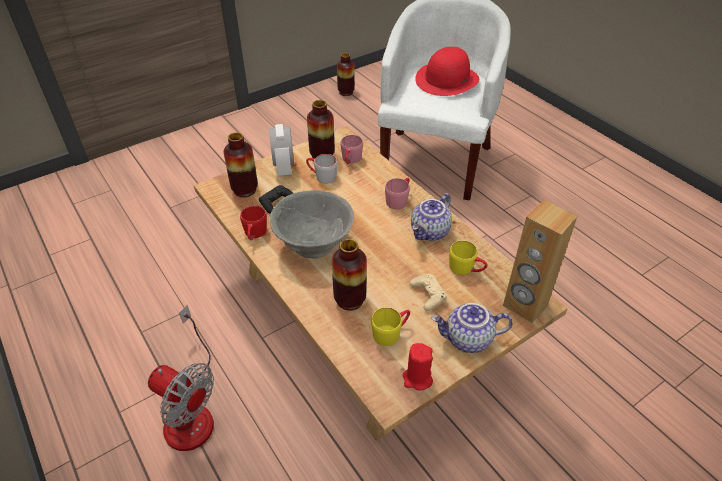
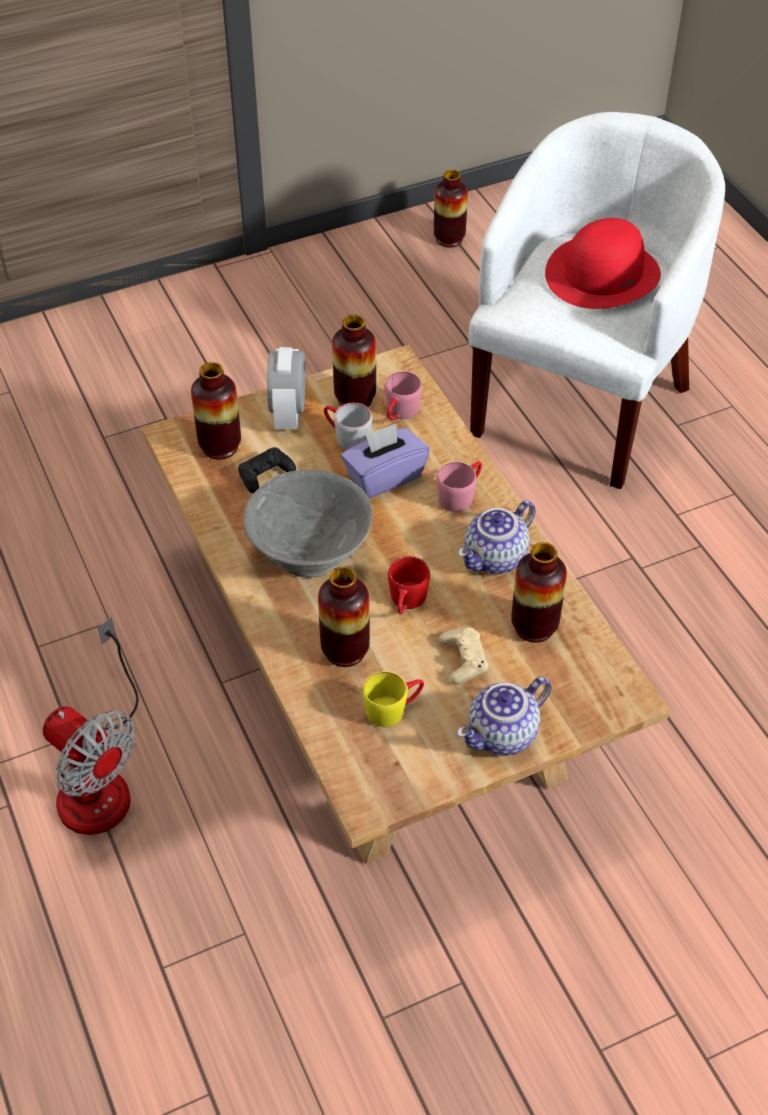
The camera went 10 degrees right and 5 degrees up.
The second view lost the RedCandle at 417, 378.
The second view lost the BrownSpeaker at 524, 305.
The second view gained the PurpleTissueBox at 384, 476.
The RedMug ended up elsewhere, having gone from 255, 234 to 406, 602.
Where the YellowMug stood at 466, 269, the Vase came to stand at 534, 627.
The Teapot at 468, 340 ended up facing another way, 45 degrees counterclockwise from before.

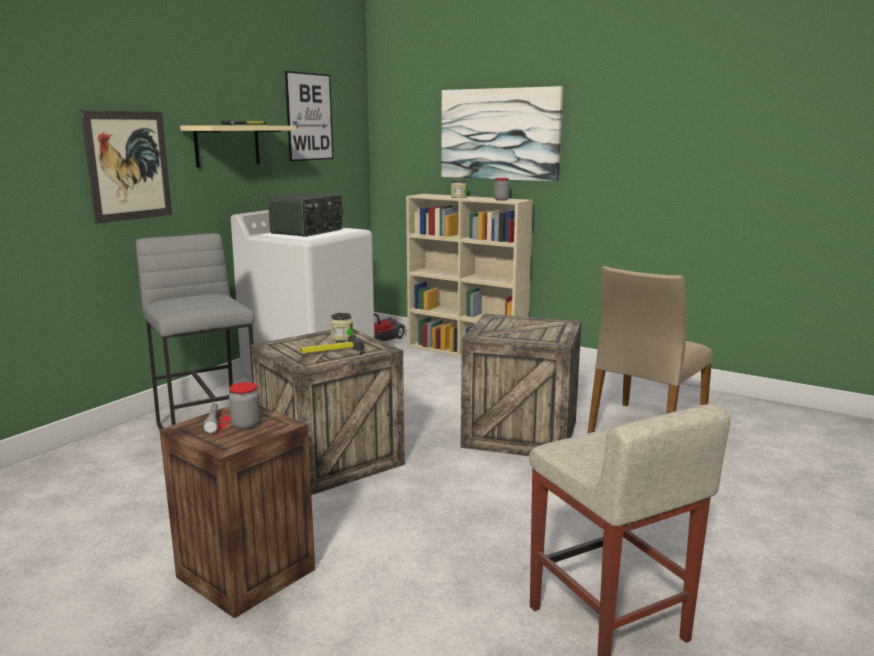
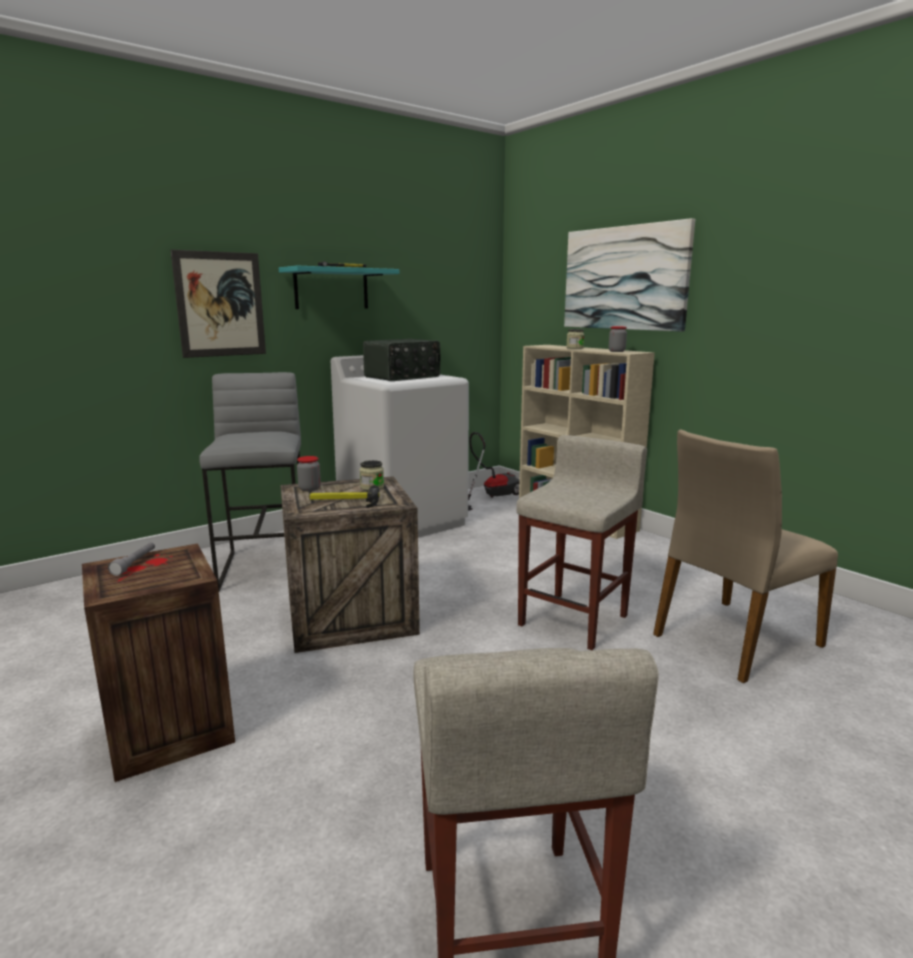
The camera went 20 degrees right and 0 degrees up.
The second view lost the Picture at 309, 117.
The Jar ended up elsewhere, having gone from 246, 425 to 309, 489.
Where the Crate stood at 522, 433, the BeigeStool came to stand at 574, 619.
What was the BeigeShelf at 227, 145 turned into the TurquoiseShelf at 331, 289.

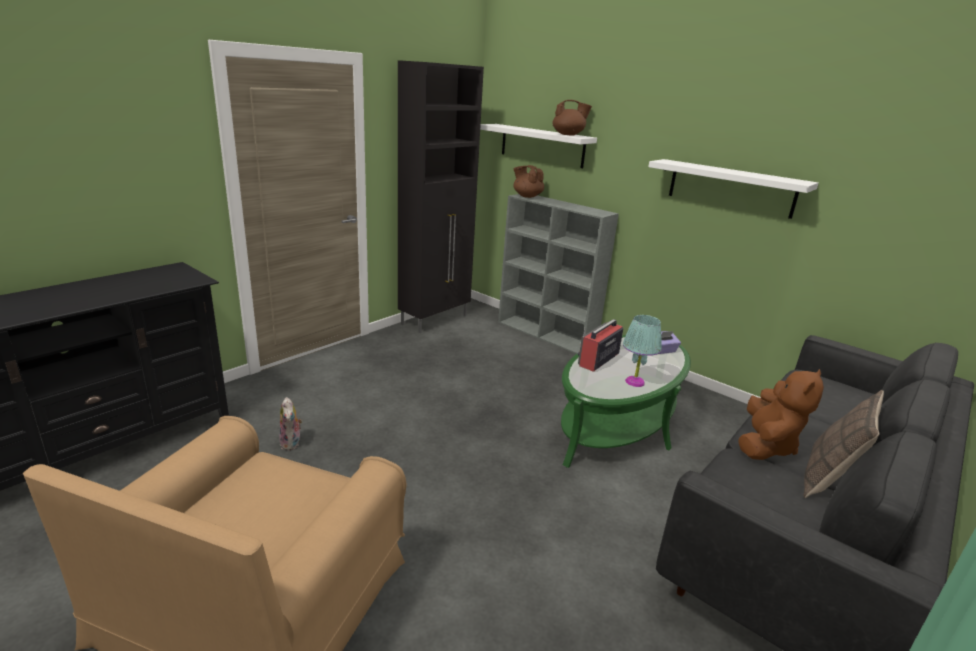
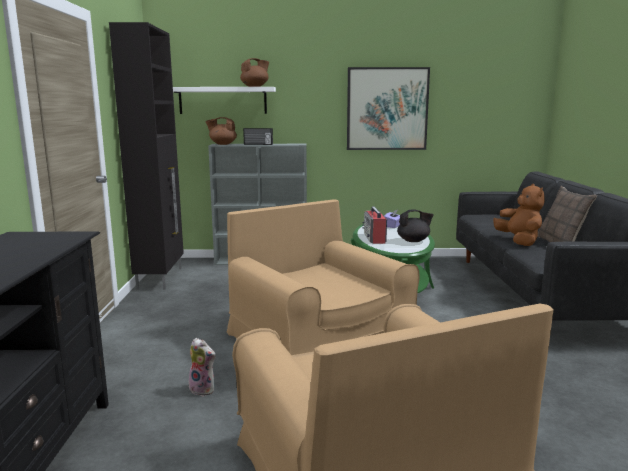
The camera went 40 degrees left and 10 degrees down.
The second view gained the BrownArmchair at 318, 338.
The second view gained the Radio at 258, 144.
Where the TurquoiseTableLamp stood at 635, 382, the BlackTeapot came to stand at 414, 241.
Where the WhiteShelf hung at 731, 188, the Picture came to hang at 387, 109.

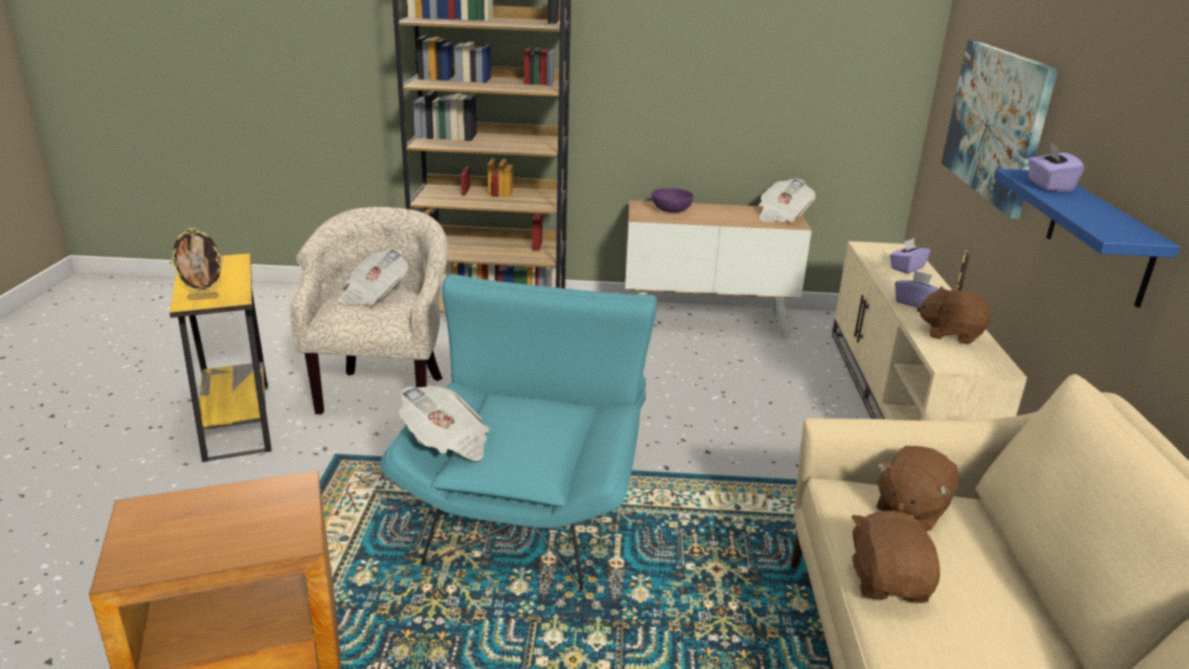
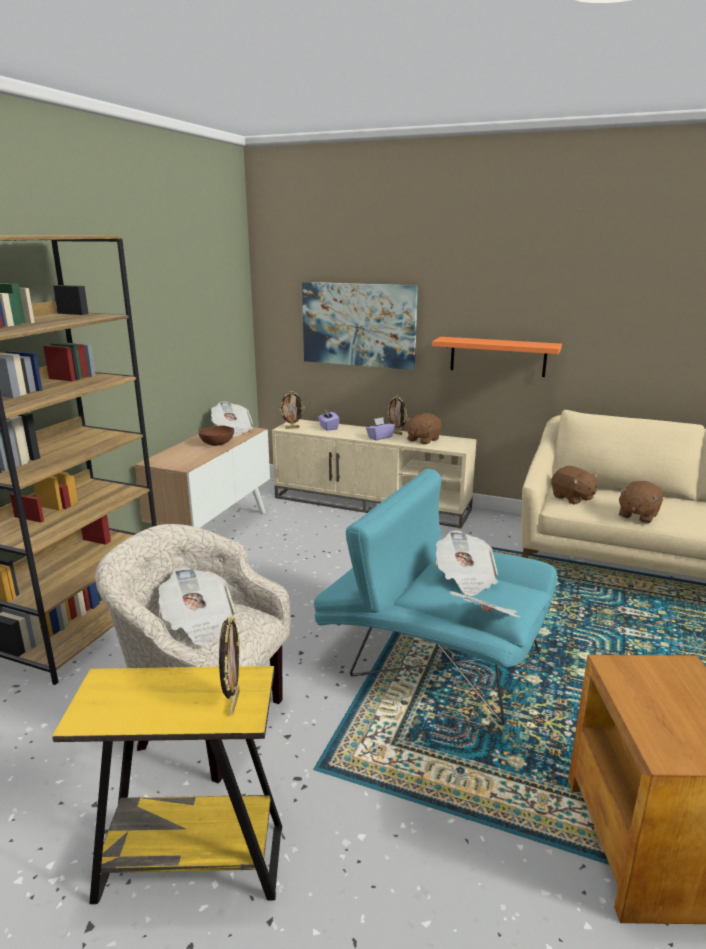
The camera went 70 degrees left and 5 degrees down.
The second view lost the PurpleBowl at 671, 210.
The second view lost the PurpleTissueBox at 1048, 186.
The second view gained the BrownBowl at 217, 443.
The second view gained the PictureFrame at 292, 428.
The second view gained the Newspaper at 465, 578.
What was the BlueShelf at 1099, 236 turned into the OrangeShelf at 497, 356.
The BrownPlushToy at 889, 583 ended up facing another way, 75 degrees counterclockwise from before.

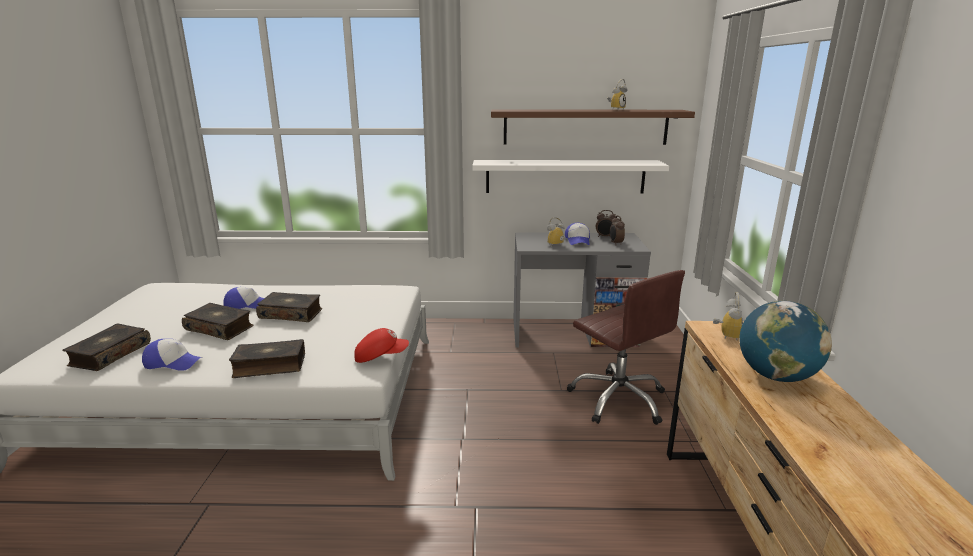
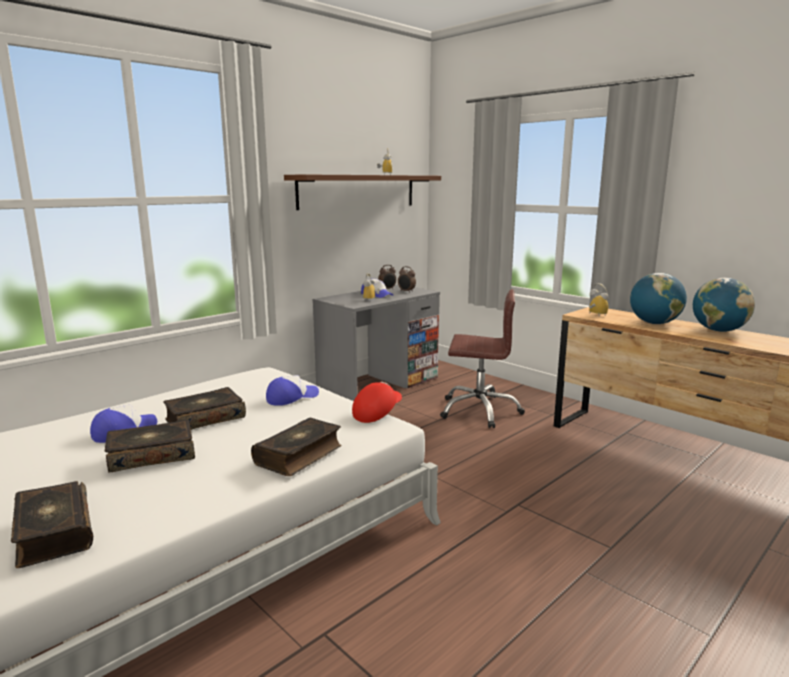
The camera went 45 degrees left and 5 degrees down.
The second view lost the WhiteShelf at 565, 176.
The second view gained the Globe at 718, 330.
The Cap ended up elsewhere, having gone from 173, 362 to 292, 397.

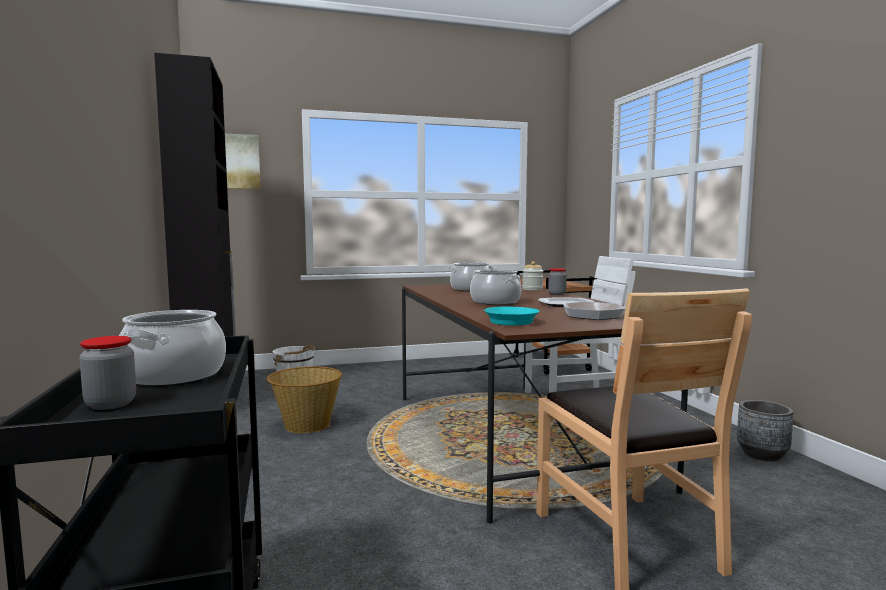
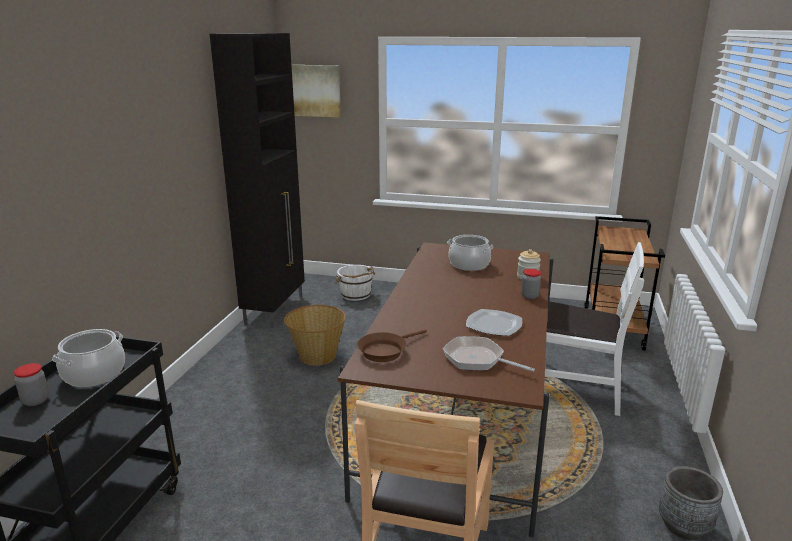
The camera went 30 degrees right and 15 degrees up.
The second view lost the CookingPot at 495, 302.
What was the TurquoiseFryingPan at 511, 321 turned into the BrownFryingPan at 385, 351.

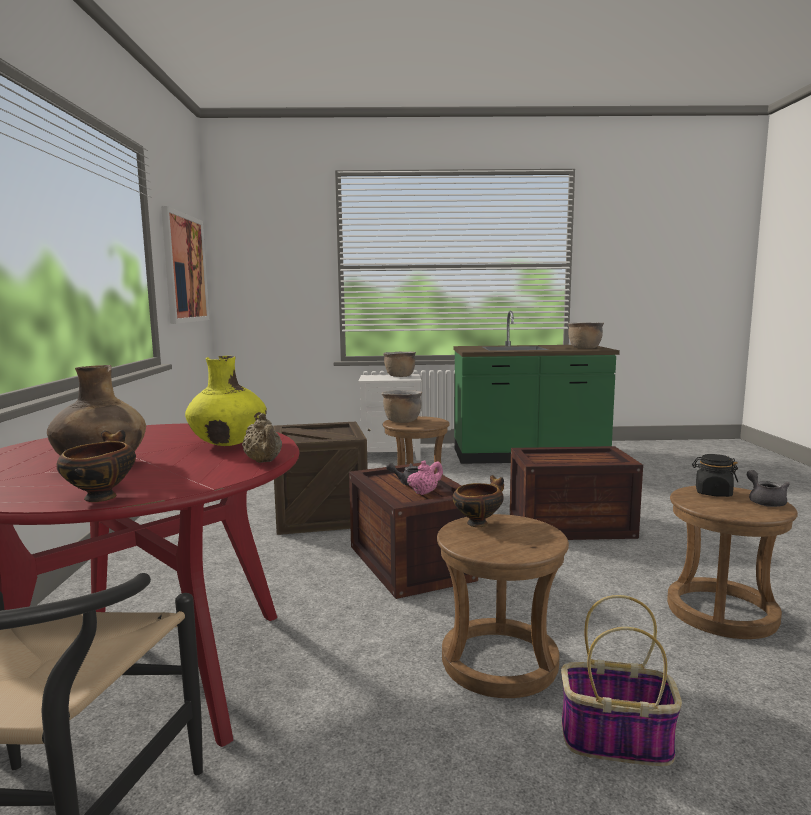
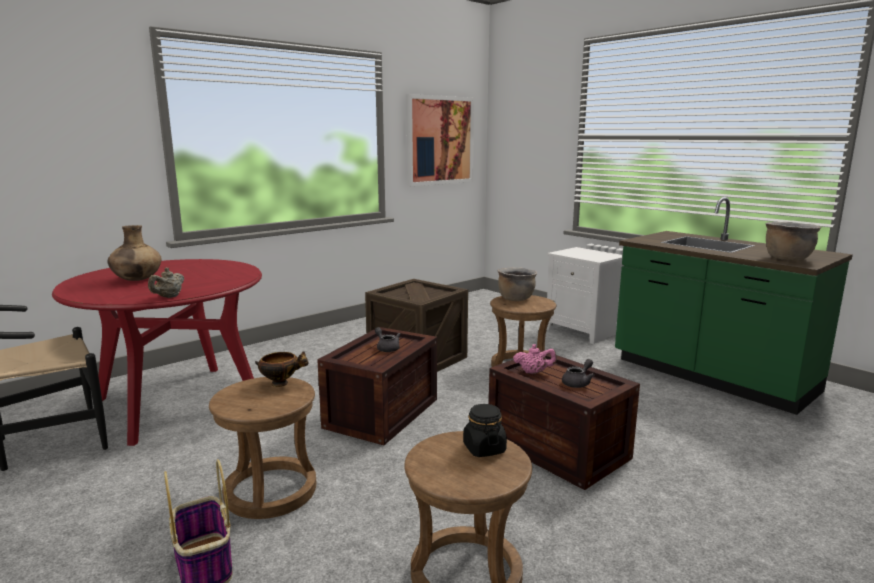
The camera went 50 degrees right and 5 degrees up.
The second view lost the Bowl at 101, 496.
The second view lost the YellowVase at 229, 444.
The second view lost the BrownCookingPot at 399, 376.
The PinkTeapot ended up elsewhere, having gone from 425, 492 to 534, 372.
The GreyTeapot ended up elsewhere, having gone from 765, 501 to 578, 383.

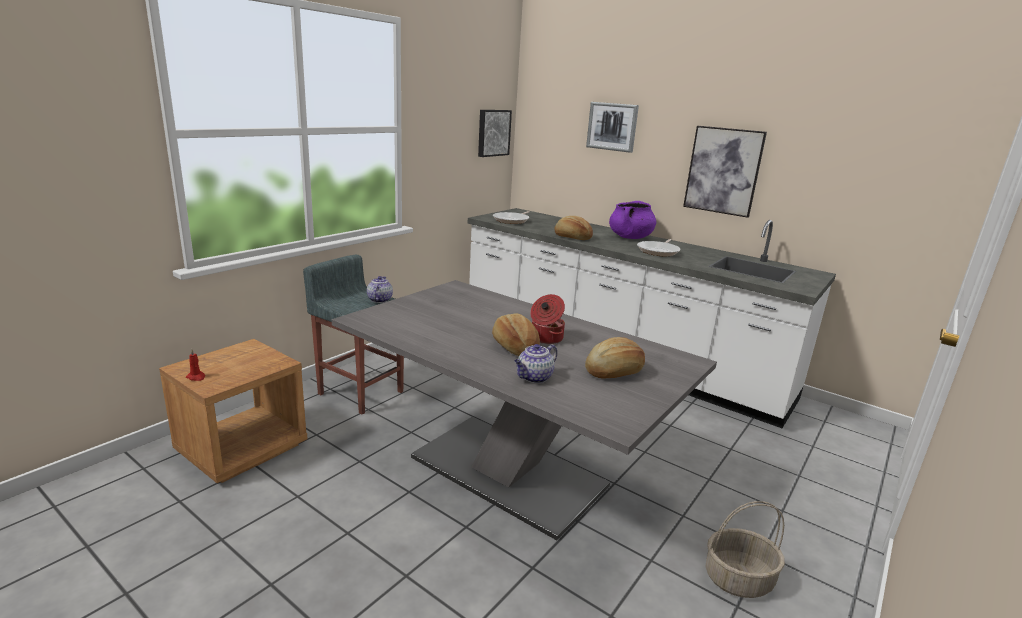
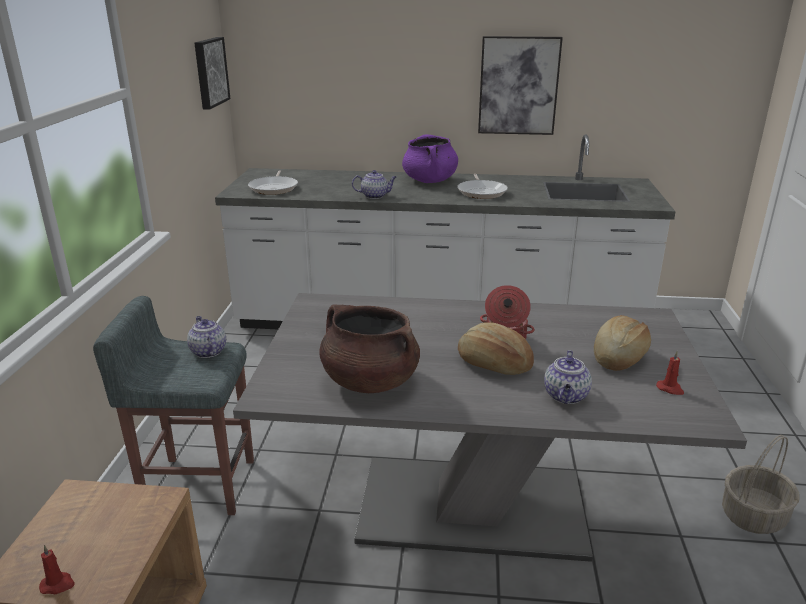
The camera went 30 degrees left and 5 degrees up.
The second view lost the Picture at 612, 126.
The second view gained the BrownCookingPot at 369, 381.
The second view gained the RedCandle at 670, 389.
Where the Bread stood at 572, 237, the Teapot came to stand at 375, 196.

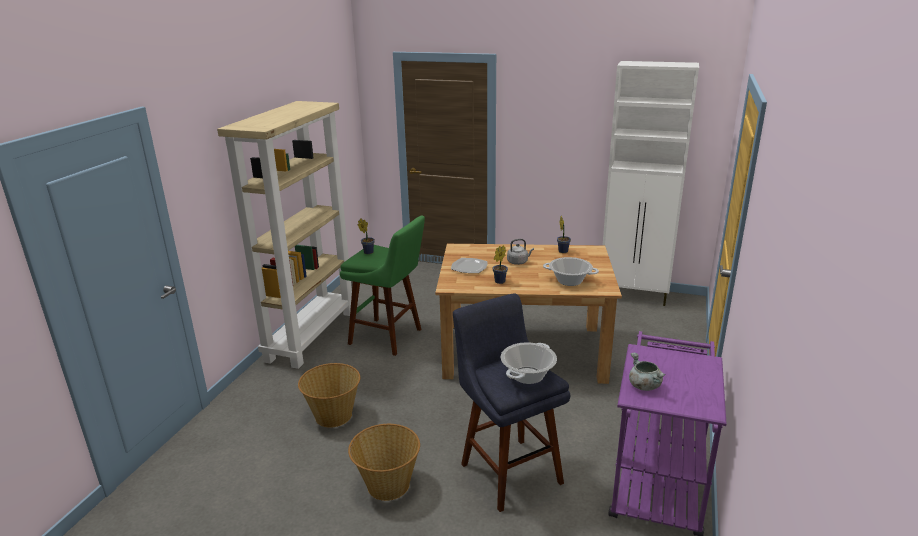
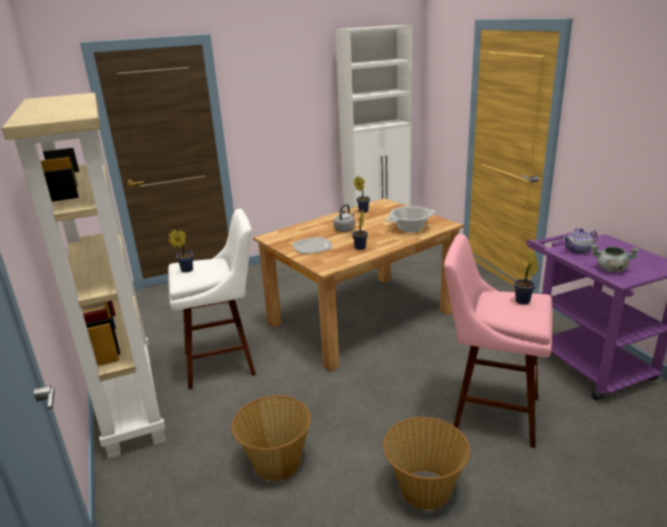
The camera went 40 degrees left and 0 degrees up.
The second view gained the Teapot at 578, 250.
Where the CookingPot stood at 527, 375, the PottedPlant came to stand at 523, 302.
What was the GreenStool at 389, 337 turned into the WhiteStool at 225, 362.
What was the BlueStool at 507, 469 turned into the PinkStool at 489, 412.

